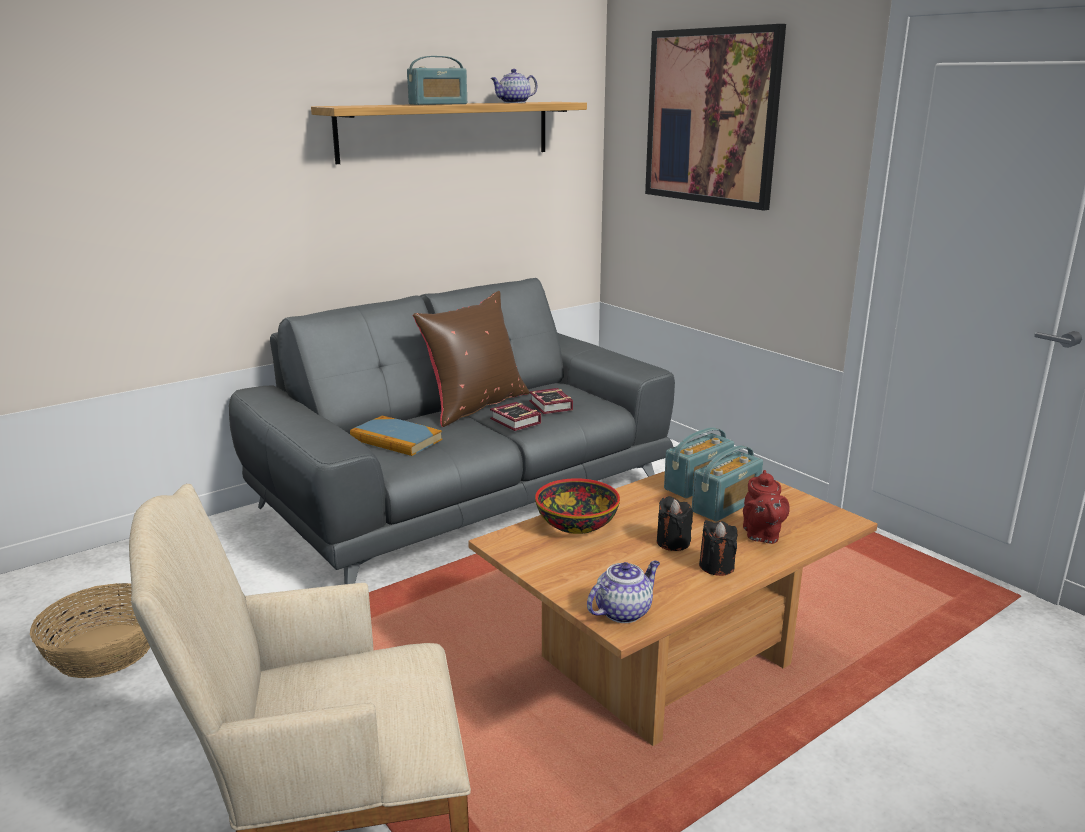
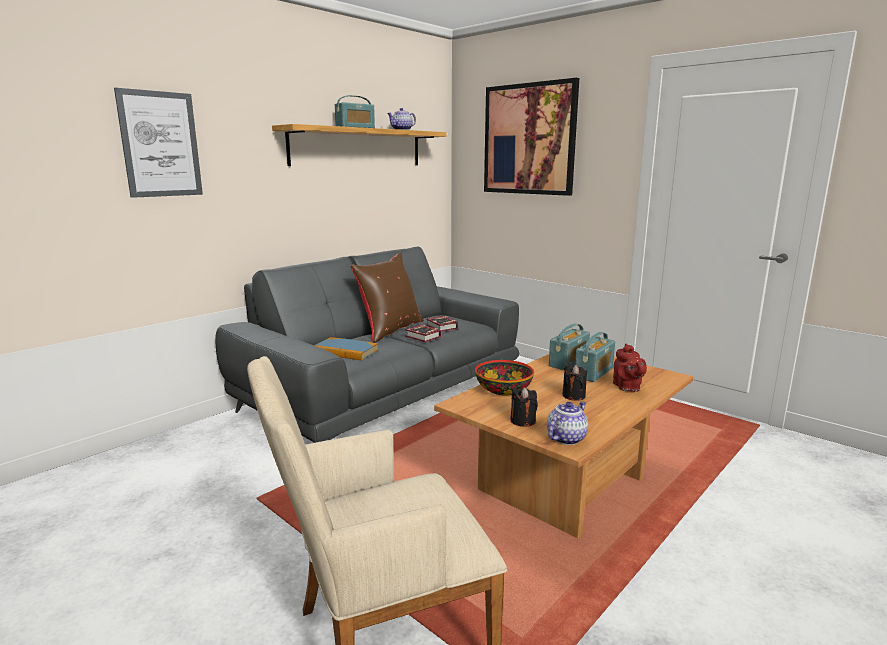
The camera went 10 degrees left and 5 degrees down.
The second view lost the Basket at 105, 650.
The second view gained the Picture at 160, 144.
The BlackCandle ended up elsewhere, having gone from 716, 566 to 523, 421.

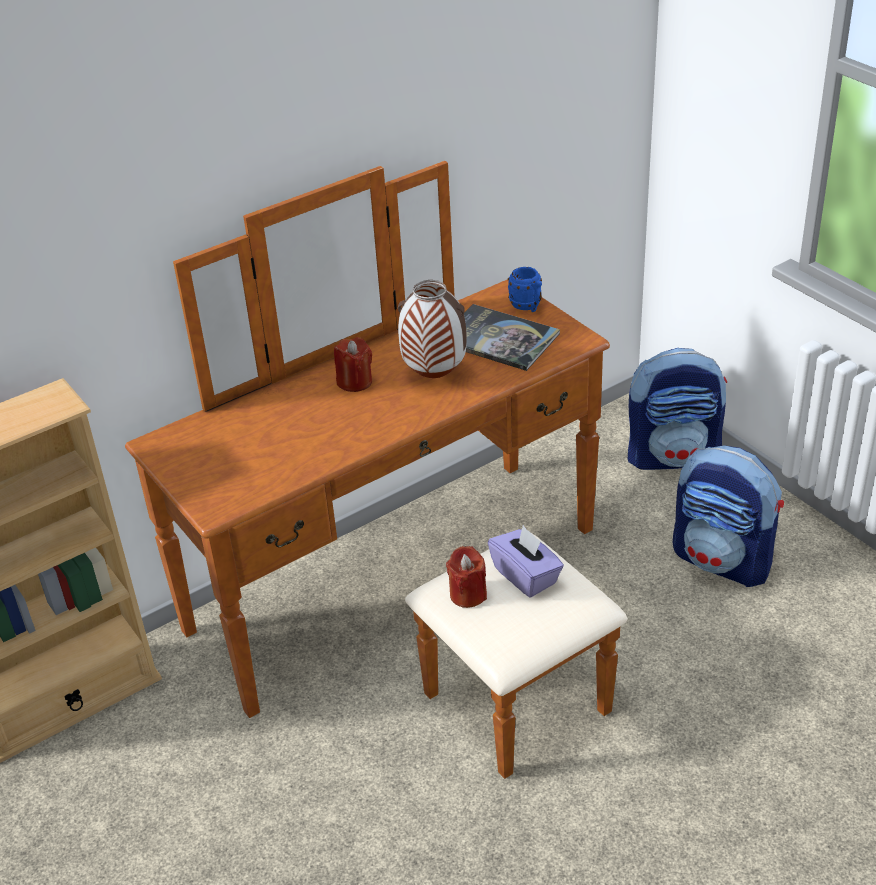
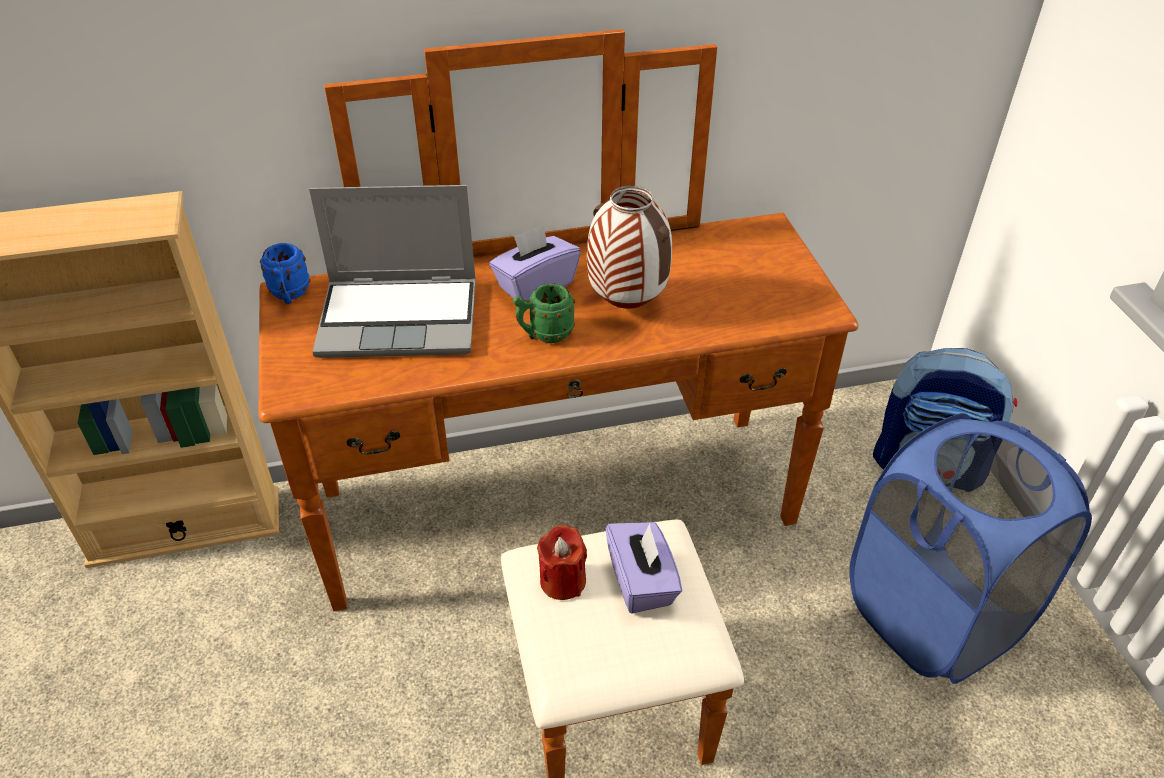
The camera went 20 degrees right and 5 degrees up.
The second view lost the Book at 499, 339.
The second view gained the Laptop at 401, 318.
The second view gained the GreenMug at 544, 335.
The BlueMug ended up elsewhere, having gone from 528, 307 to 289, 295.
Where the RedCandle stood at 355, 382, the PurpleTissueBox came to stand at 535, 285.
Where the Backpack stood at 723, 560, the BlueLaundryBasket came to stand at 933, 616.

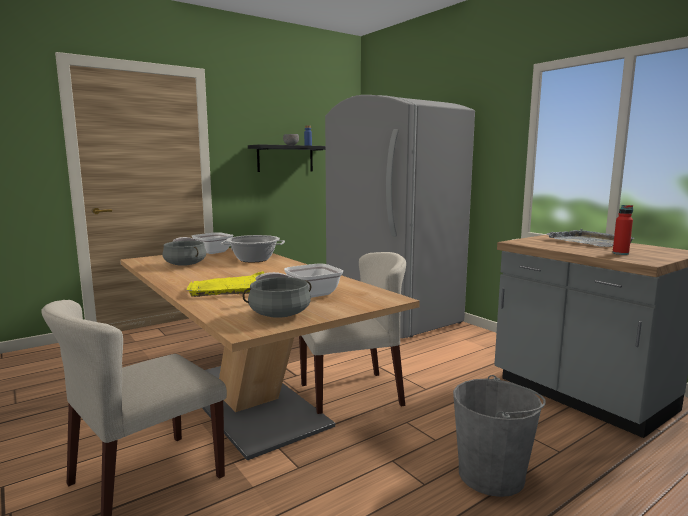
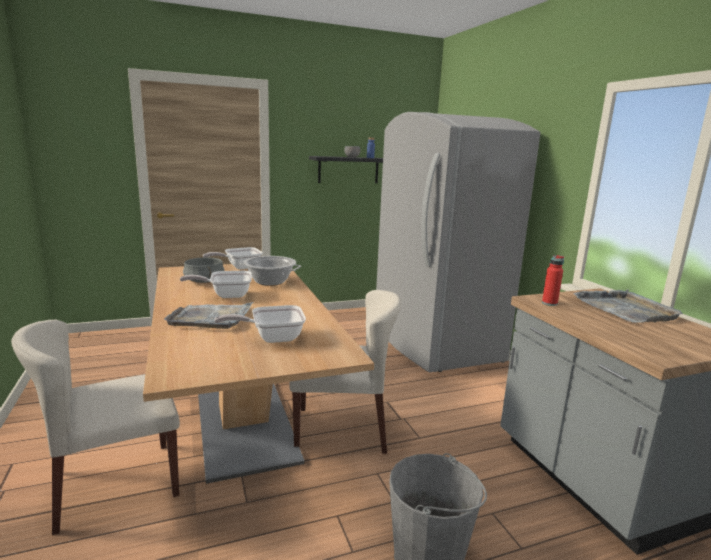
The camera went 15 degrees right and 5 degrees up.
The second view lost the GreyCookingPot at 280, 314.
The second view gained the FryingPan at 226, 295.
The RedBottle ended up elsewhere, having gone from 620, 253 to 549, 303.
What was the YellowTray at 229, 288 turned into the GreyTray at 211, 318.

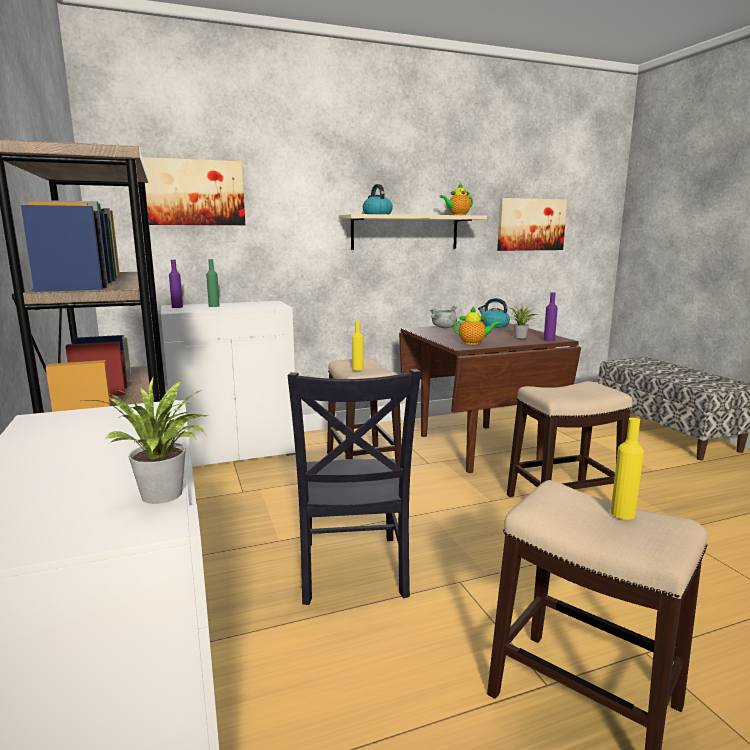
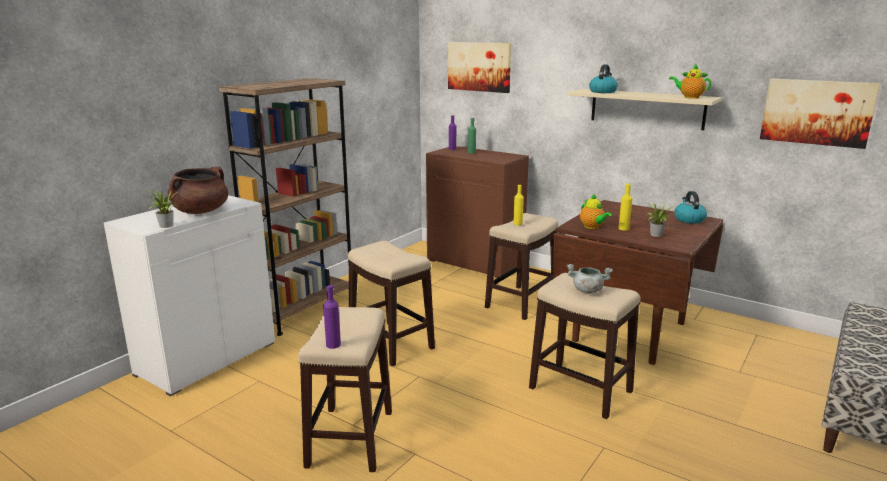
The camera went 55 degrees right and 5 degrees up.
The second view gained the BrownCookingPot at 201, 211.
The GreyCookingPot ended up elsewhere, having gone from 444, 327 to 587, 290.
The PurpleBottle ended up elsewhere, having gone from 549, 340 to 333, 345.
The YellowBottle ended up elsewhere, having gone from 622, 513 to 623, 228.
Where the BlackChair stood at 352, 571, the Stool came to stand at 390, 343.
What was the WhiteCabinet at 236, 451 turned into the BrownCabinet at 475, 262.

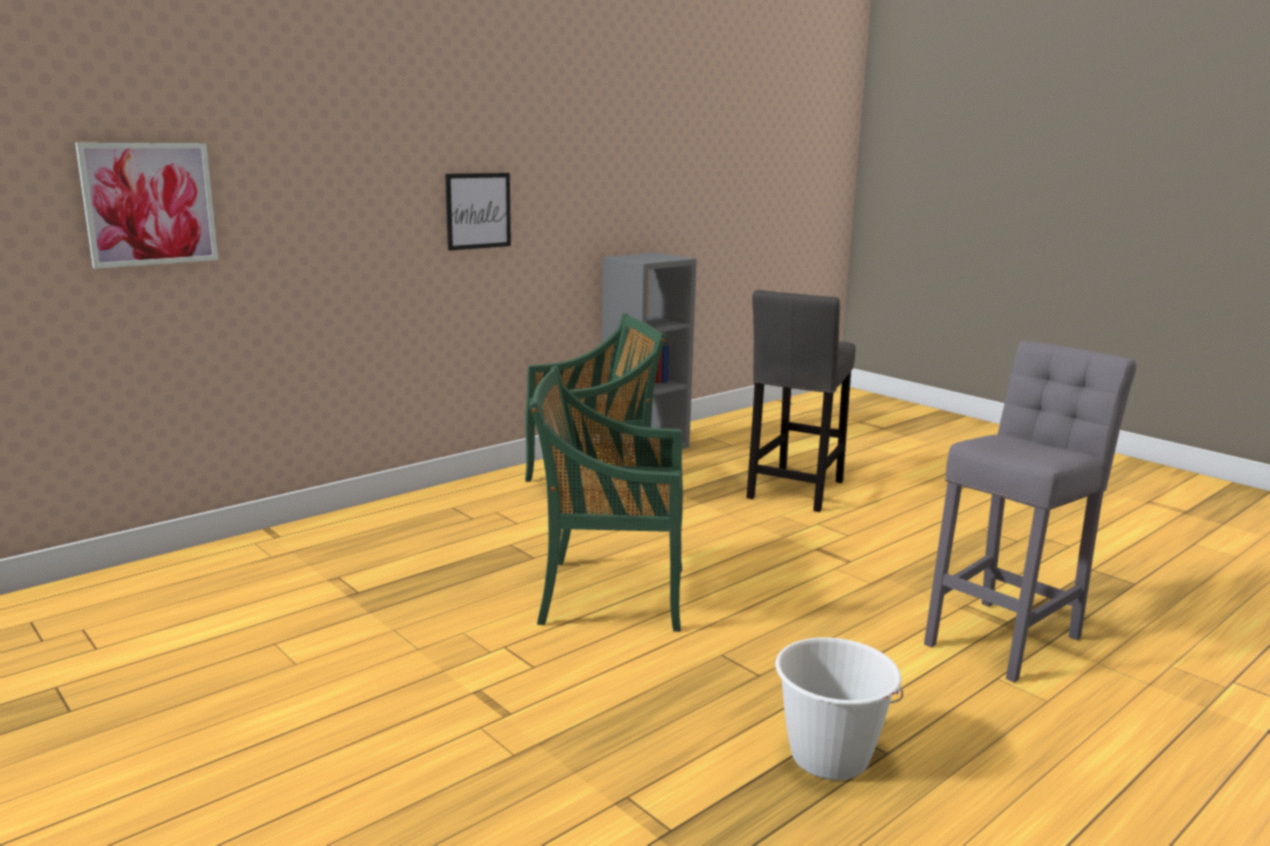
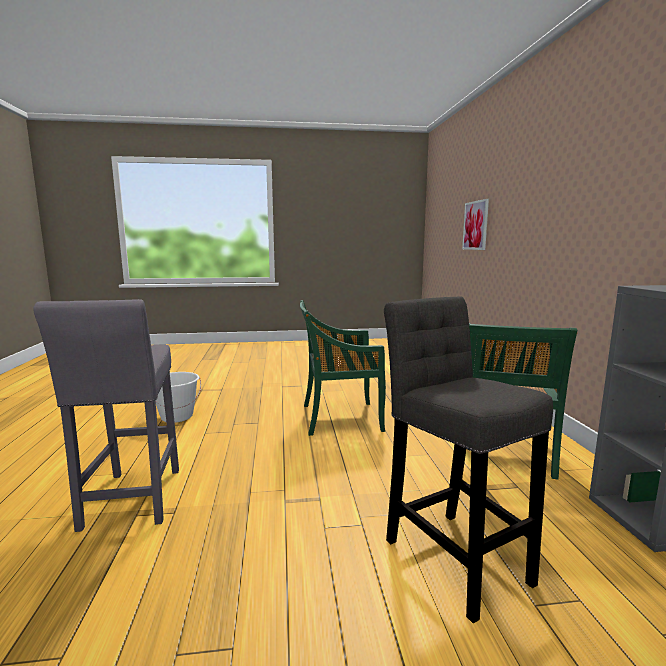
The camera went 125 degrees right and 5 degrees down.
The second view lost the Picture at 478, 211.
The GreenChair at 610, 594 ended up facing another way, 135 degrees counterclockwise from before.

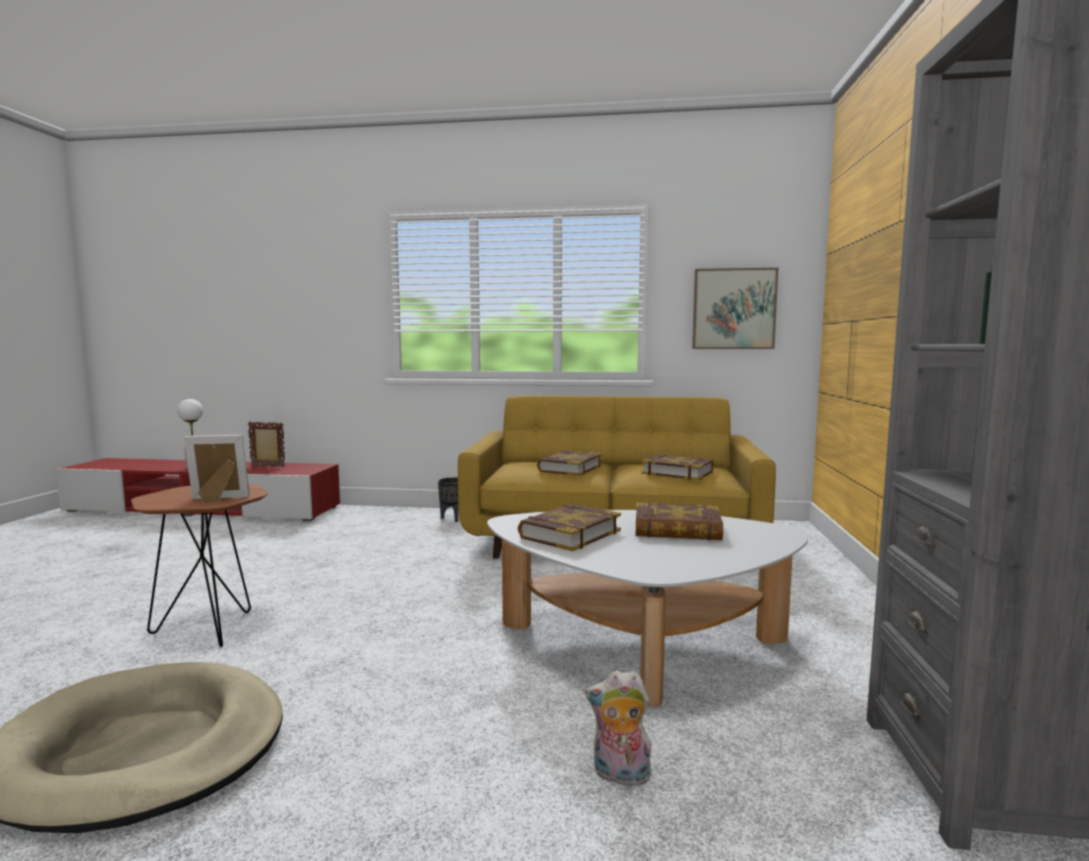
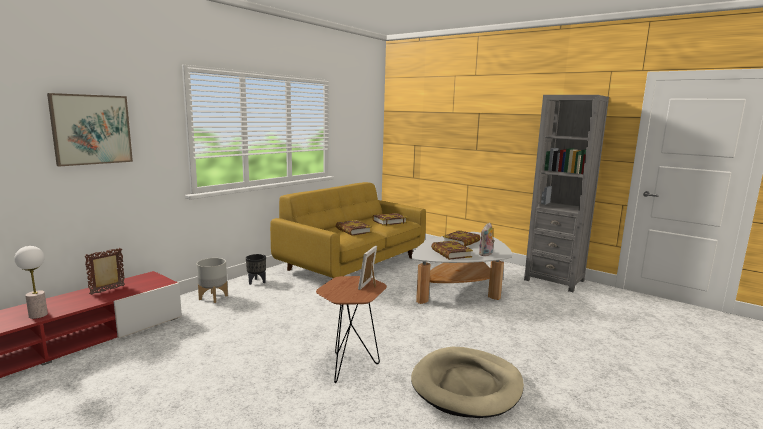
The camera went 60 degrees left and 5 degrees up.
The second view gained the GreyPlanter at 213, 297.
The PlushToy ended up elsewhere, having gone from 620, 775 to 486, 254.
The Picture ended up elsewhere, having gone from 733, 309 to 91, 129.

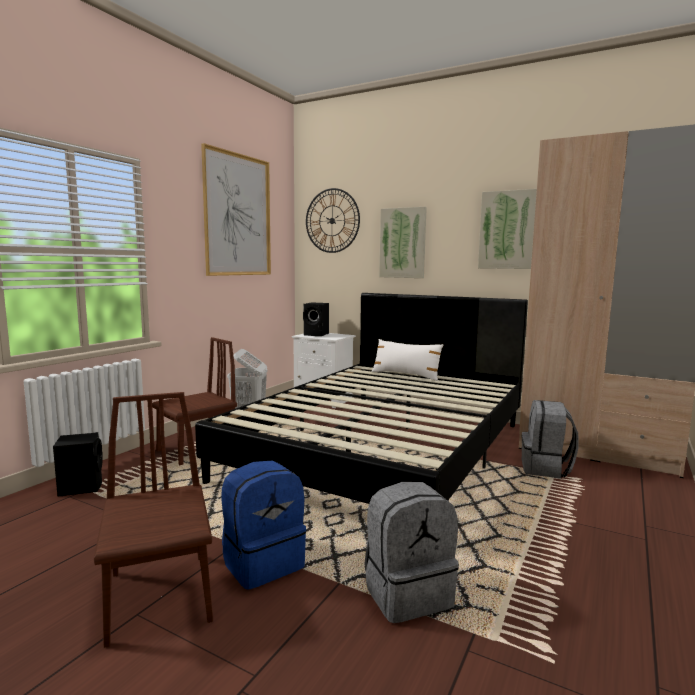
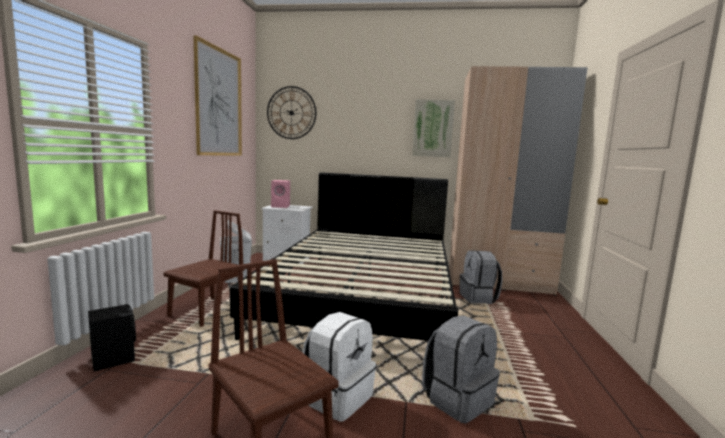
The camera went 20 degrees left and 0 degrees up.
The second view lost the WhitePillow at 406, 375.
The second view lost the Picture at 403, 243.
What was the BlueBackpack at 263, 562 turned into the WhiteBackpack at 337, 397.
What was the BlackSpeaker at 317, 334 turned into the PinkSpeaker at 281, 206.

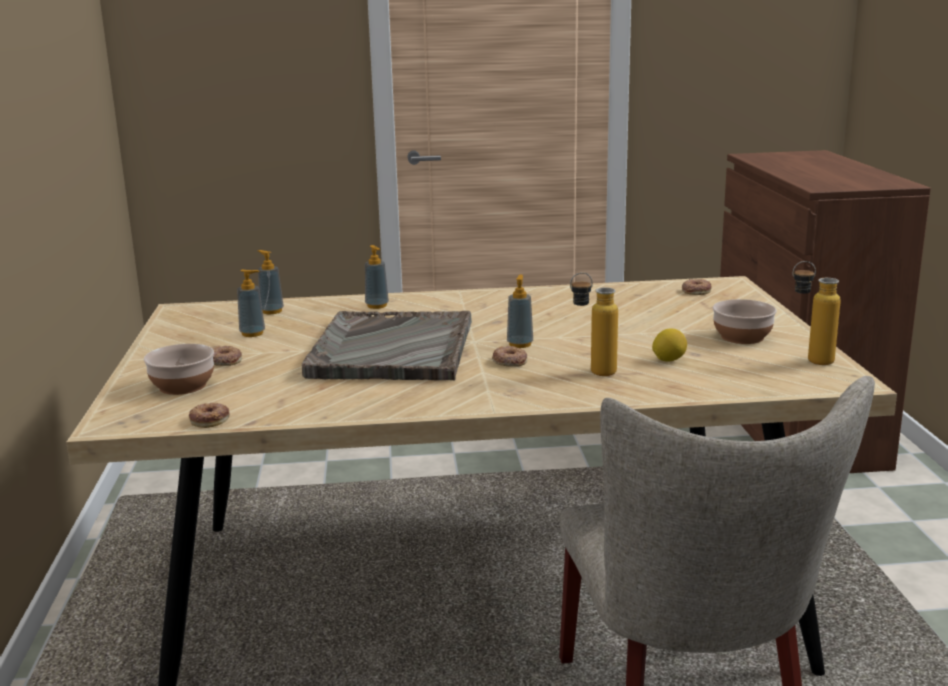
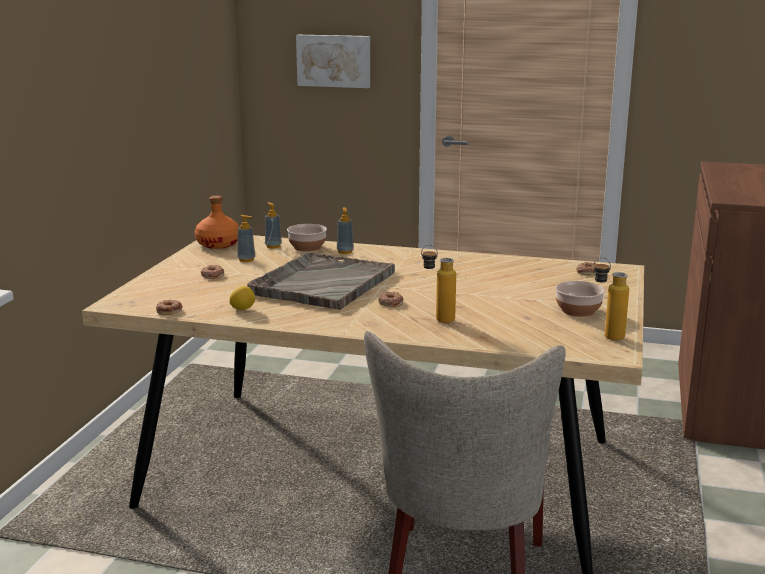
The camera went 20 degrees right and 0 degrees up.
The second view lost the SoapDispenser at 520, 344.
The second view gained the OrangeBottle at 218, 244.
The second view gained the Picture at 334, 60.
The Bowl ended up elsewhere, having gone from 183, 385 to 308, 247.
The Lemon ended up elsewhere, having gone from 668, 360 to 242, 309.

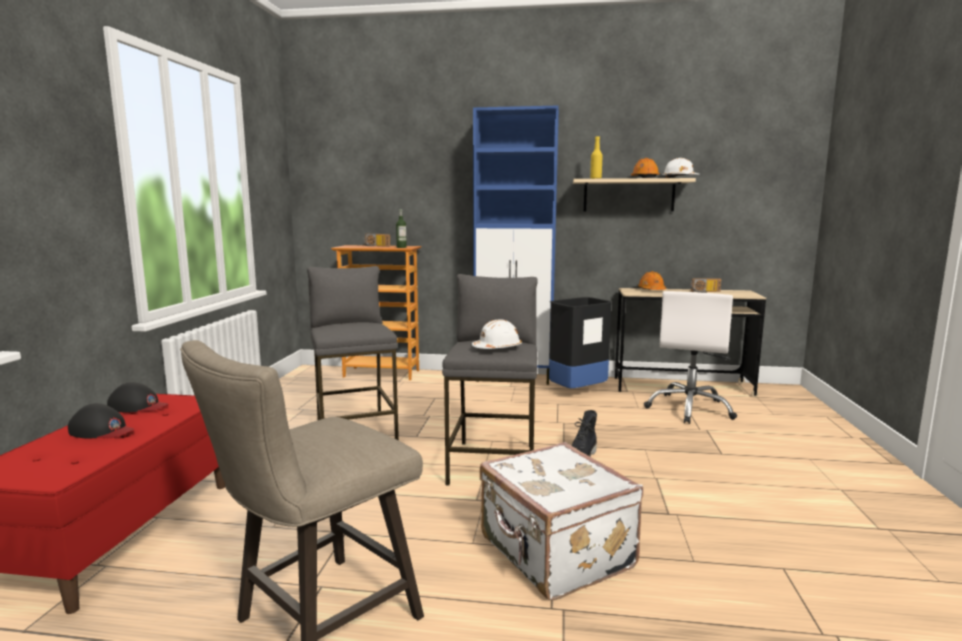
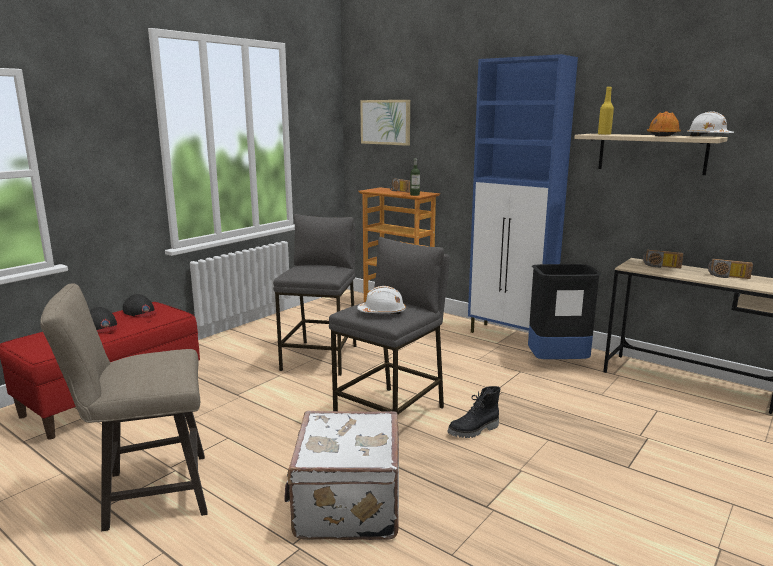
The camera went 30 degrees right and 5 degrees up.
The second view lost the WhiteOfficeChair at 690, 409.
The second view gained the Picture at 385, 122.
Where the OrangeHardHat stood at 651, 290, the Radio came to stand at 661, 266.

